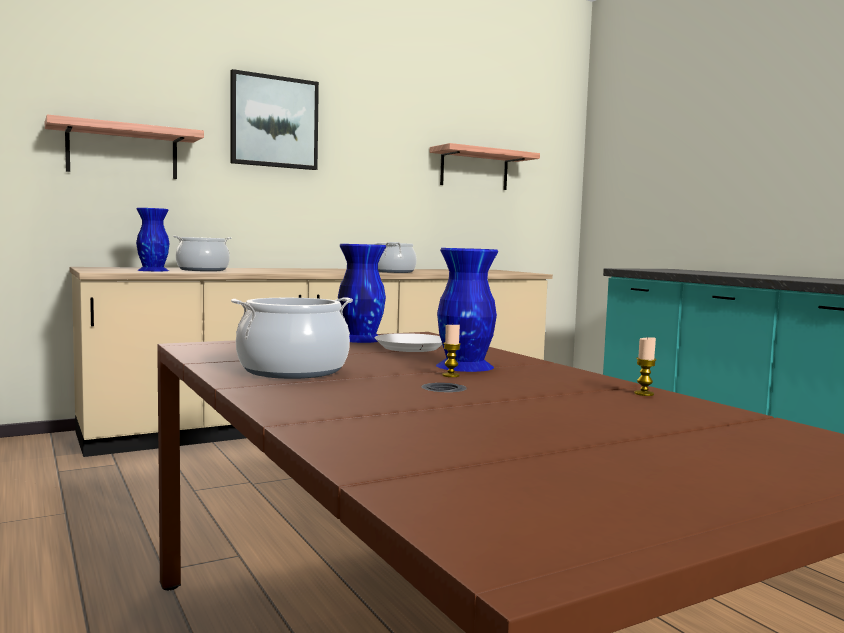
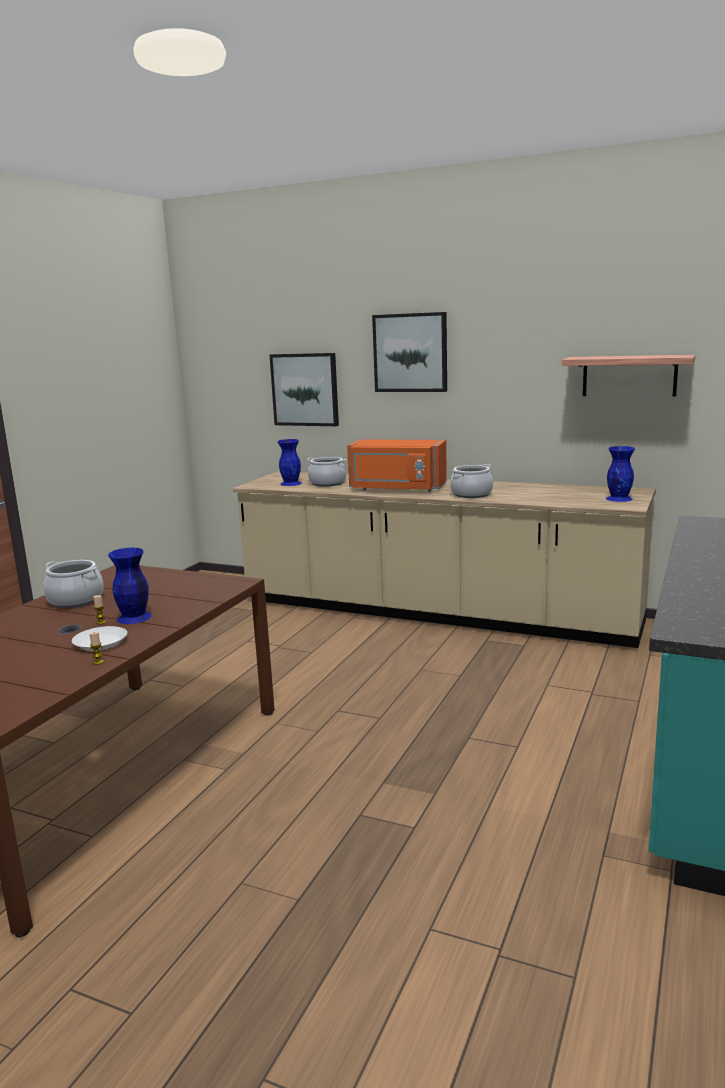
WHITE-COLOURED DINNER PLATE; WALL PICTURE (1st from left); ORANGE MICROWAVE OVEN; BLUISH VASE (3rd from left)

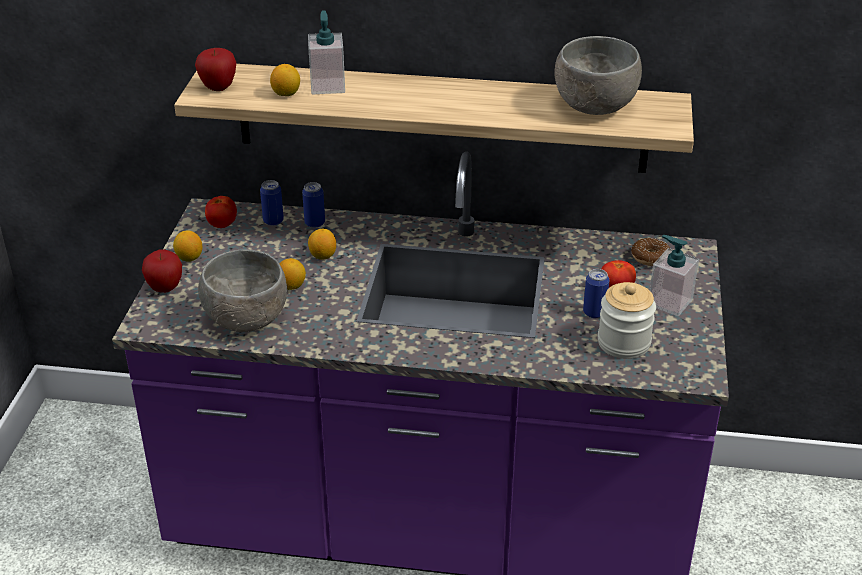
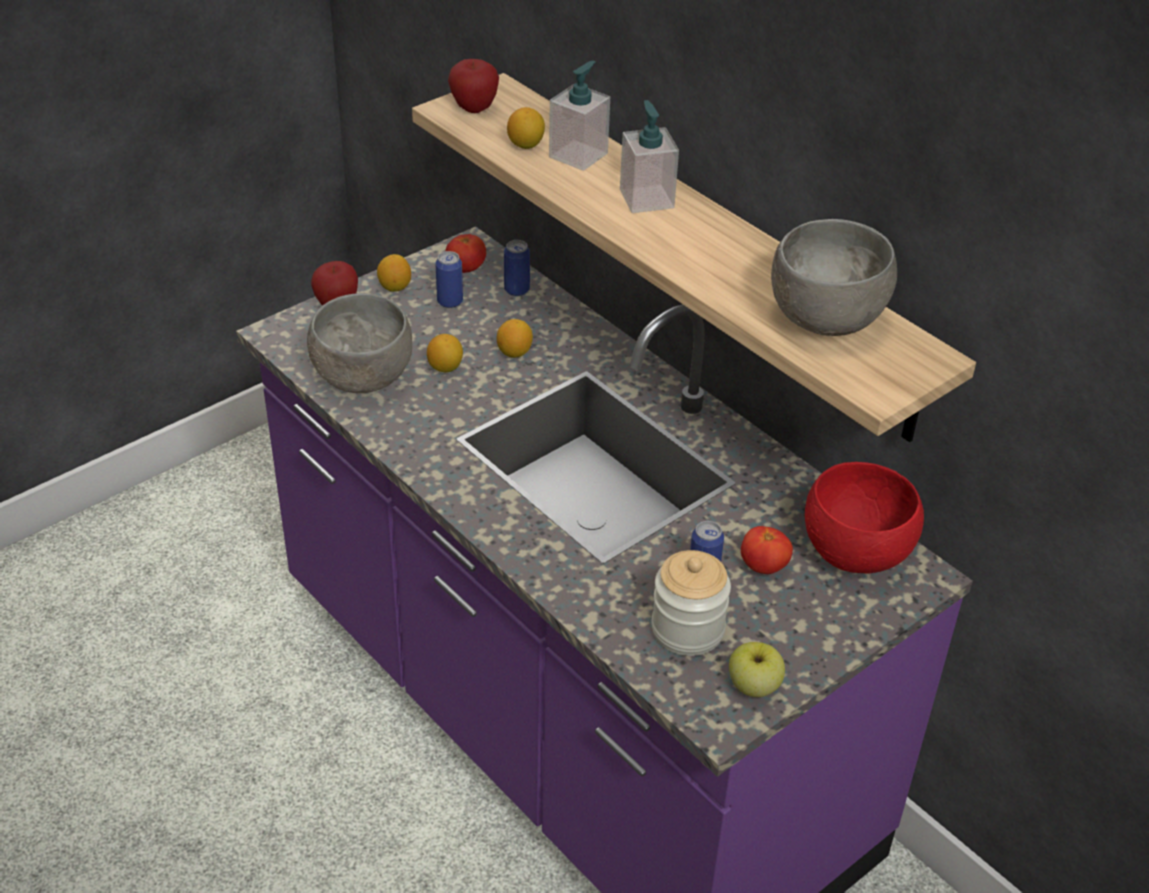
SEALED CAN (1st from left); SOAP BOTTLE (2nd from left); APPLE (3rd from left); RED-COLOURED DEEP DISH

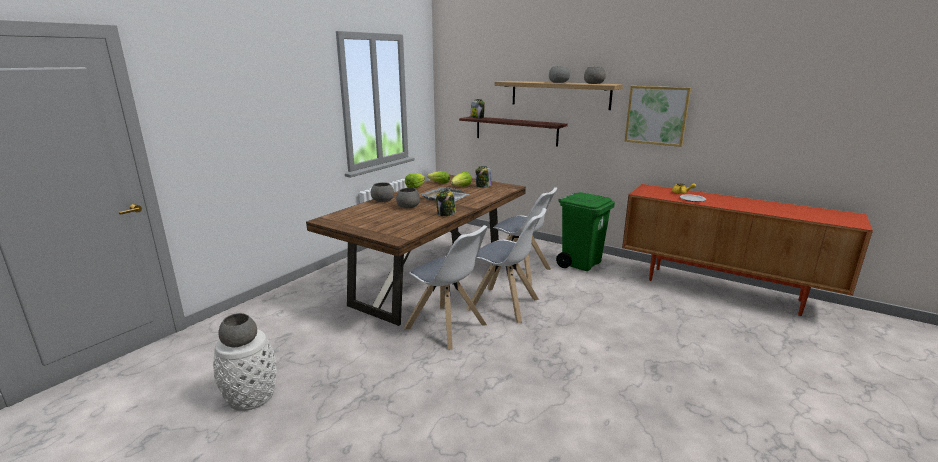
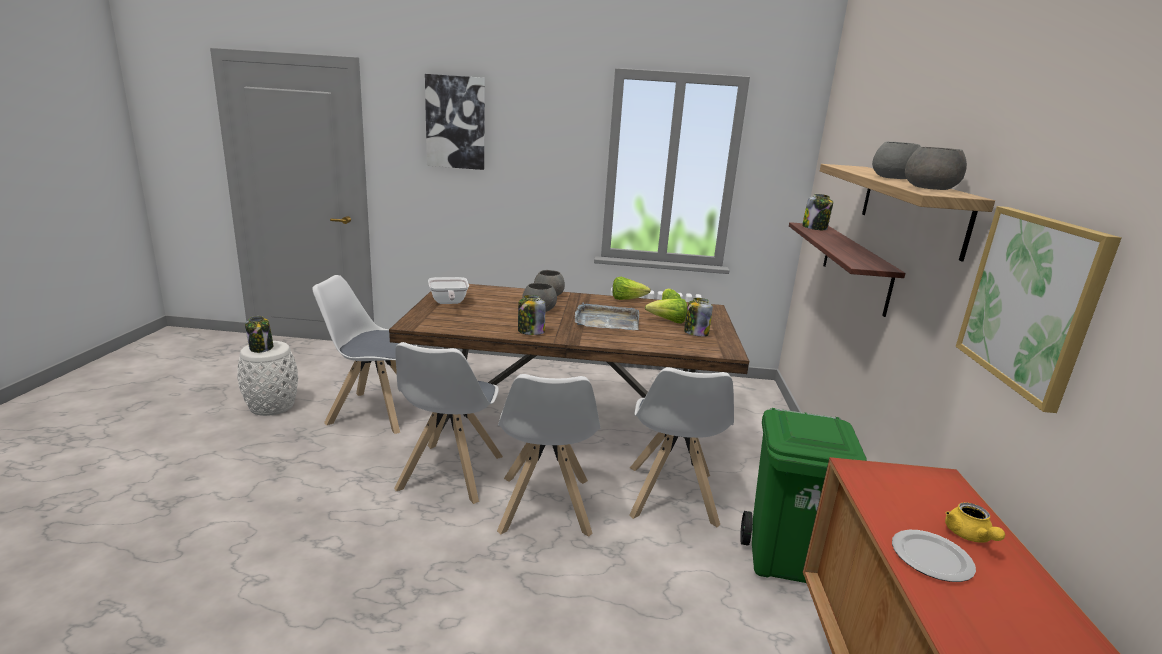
JAR (1st from left); PLAIN CHAIR (1st from left); WALL PICTURE (1st from left); SKILLET

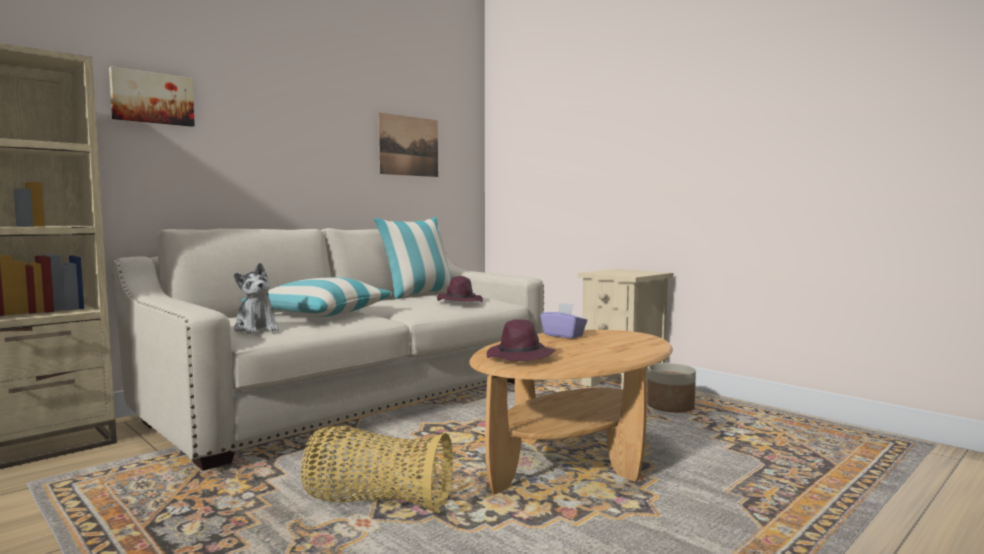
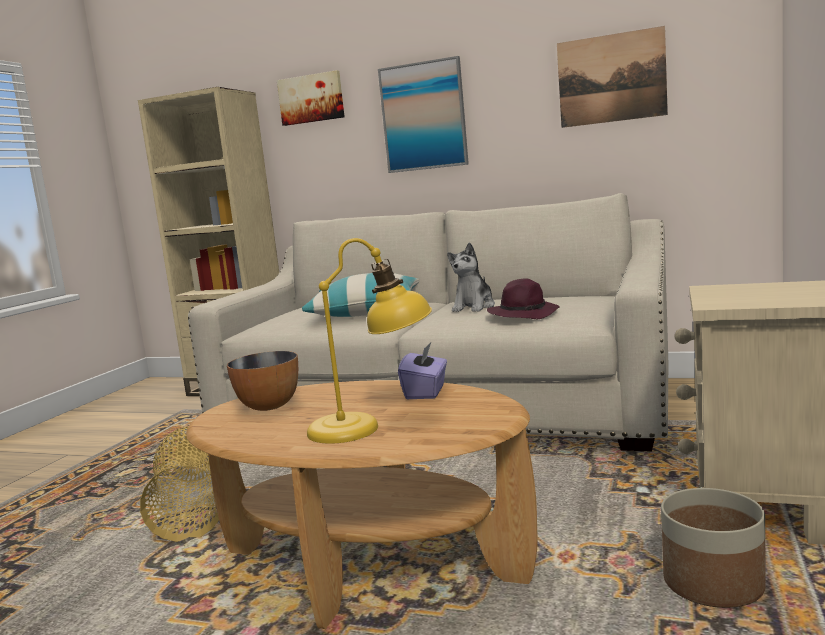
DEEP DISH; YELLOW-COLOURED TABLETOP LAMP; WALL PICTURE (2nd from left); PLUSH TOY; CUSHION (2nd from left in the first image)

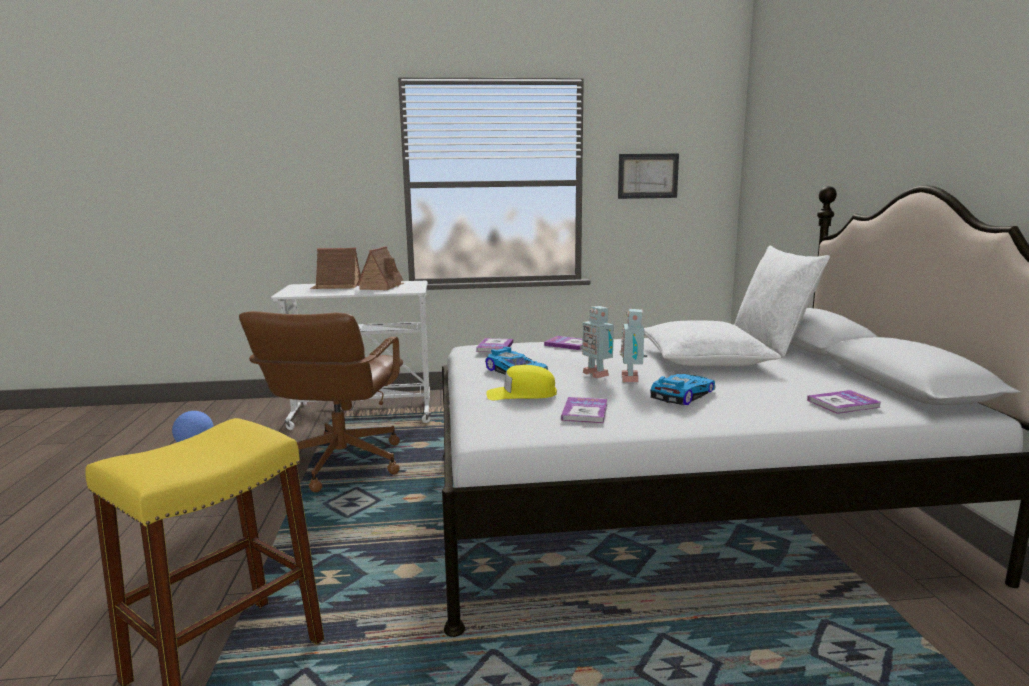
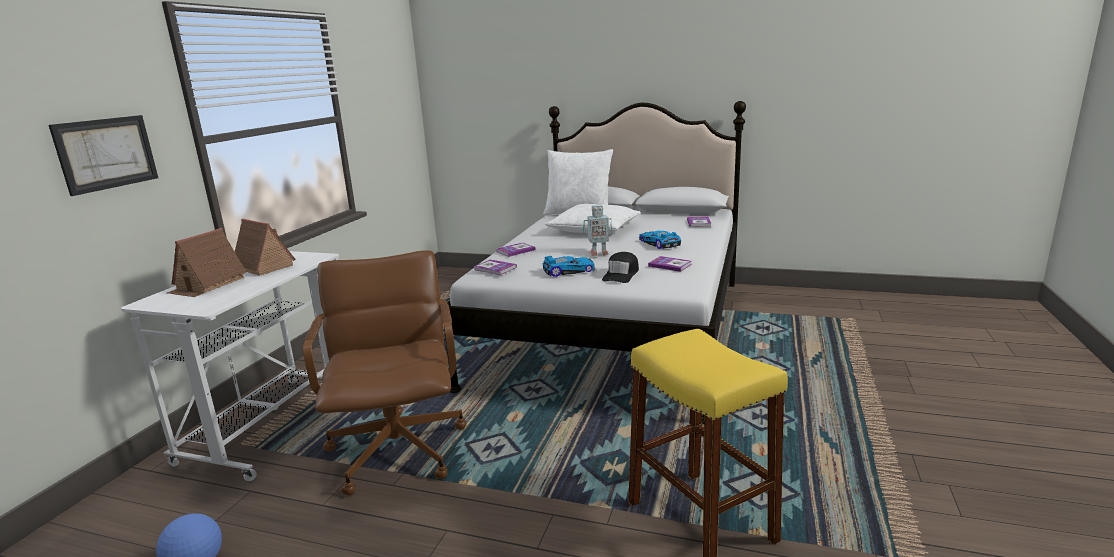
WALL PICTURE; BROWN OFFICE CHAIR; BLACK-COLOURED BASEBALL CAP; MODEL ROBOT (2nd from left in the first image)

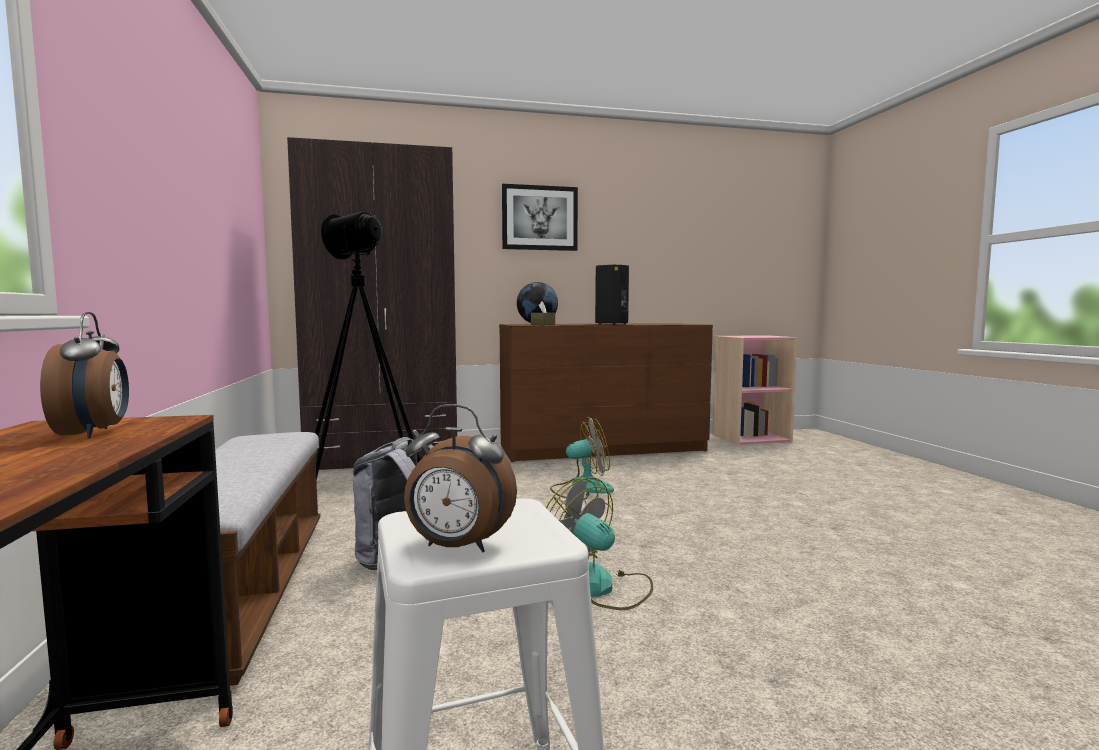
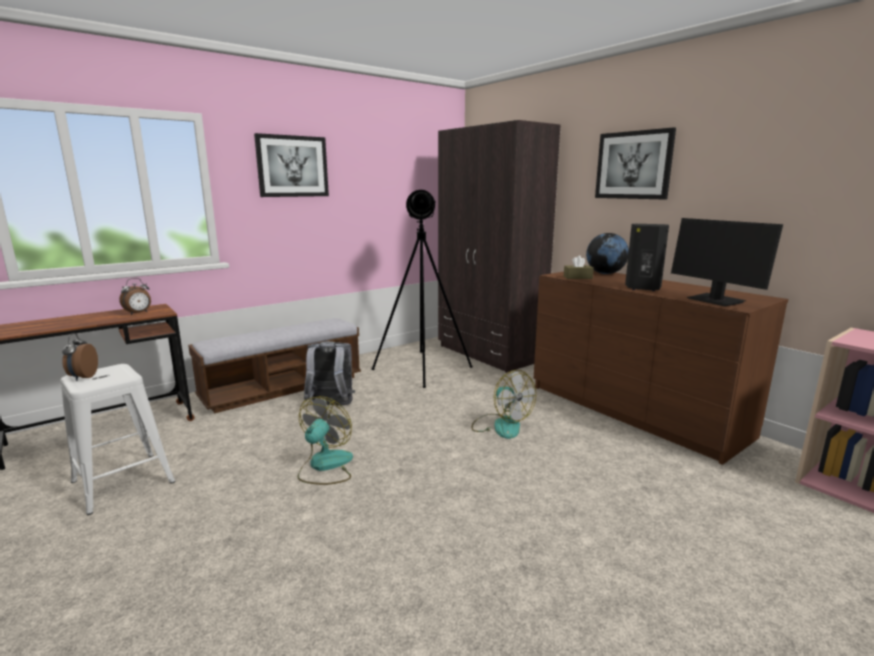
WALL PICTURE (1st from left); COMPUTER SCREEN

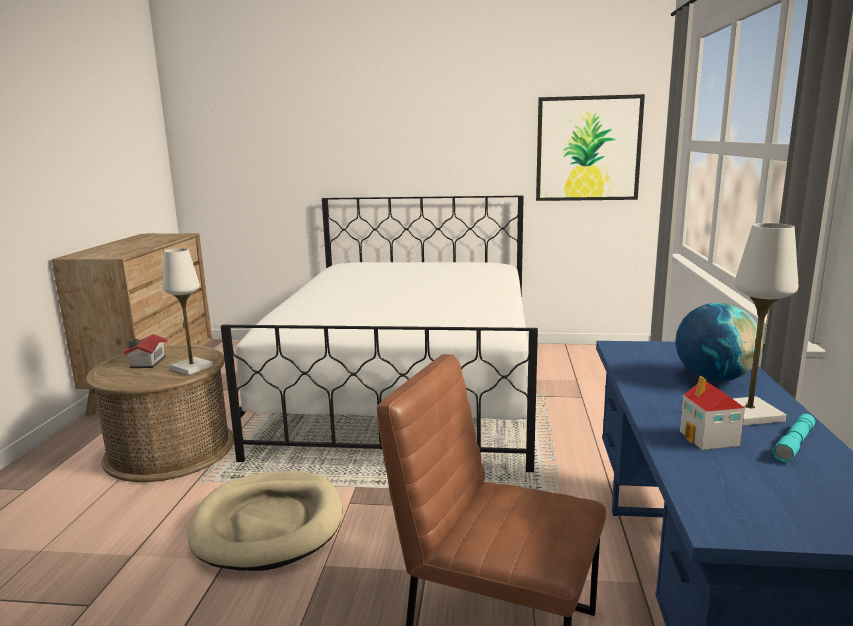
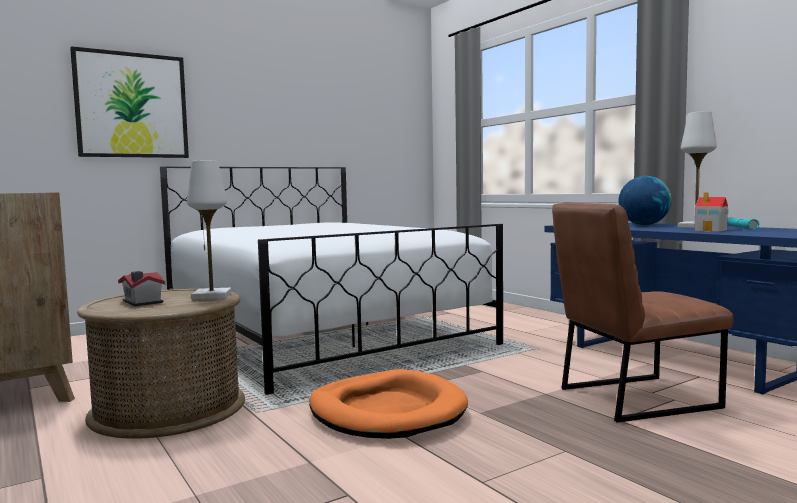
WALL PICTURE; ORANGE DOG BED

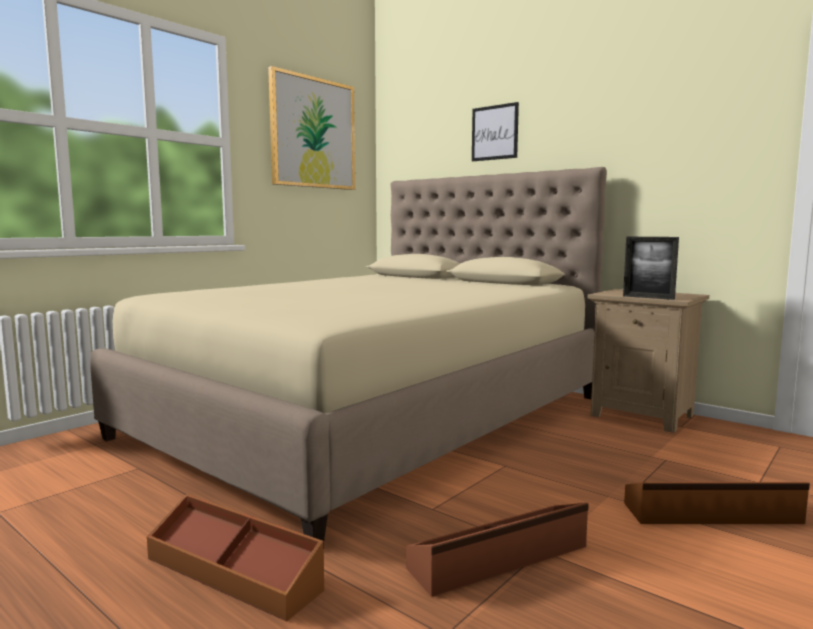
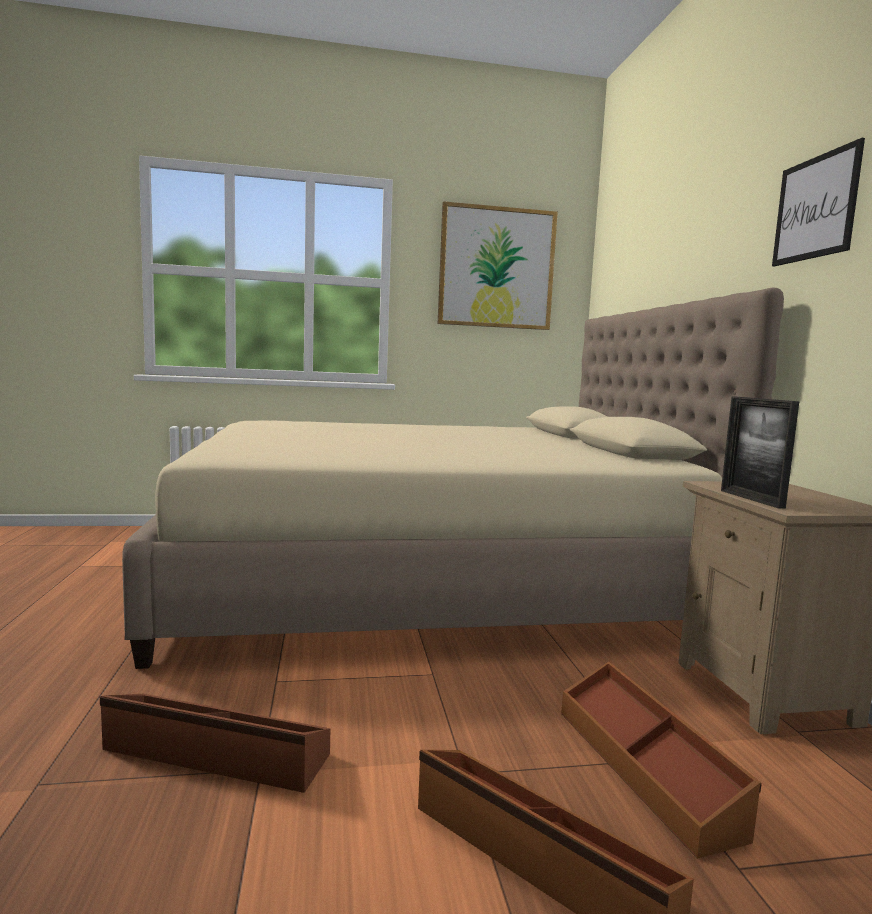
BROWN STORAGE BIN (3rd from left); WALL PICTURE (2nd from left)

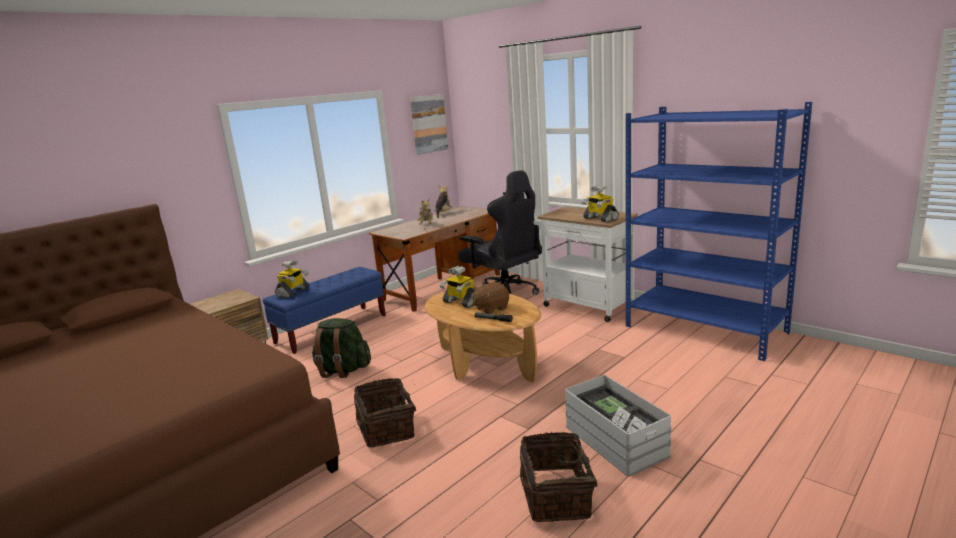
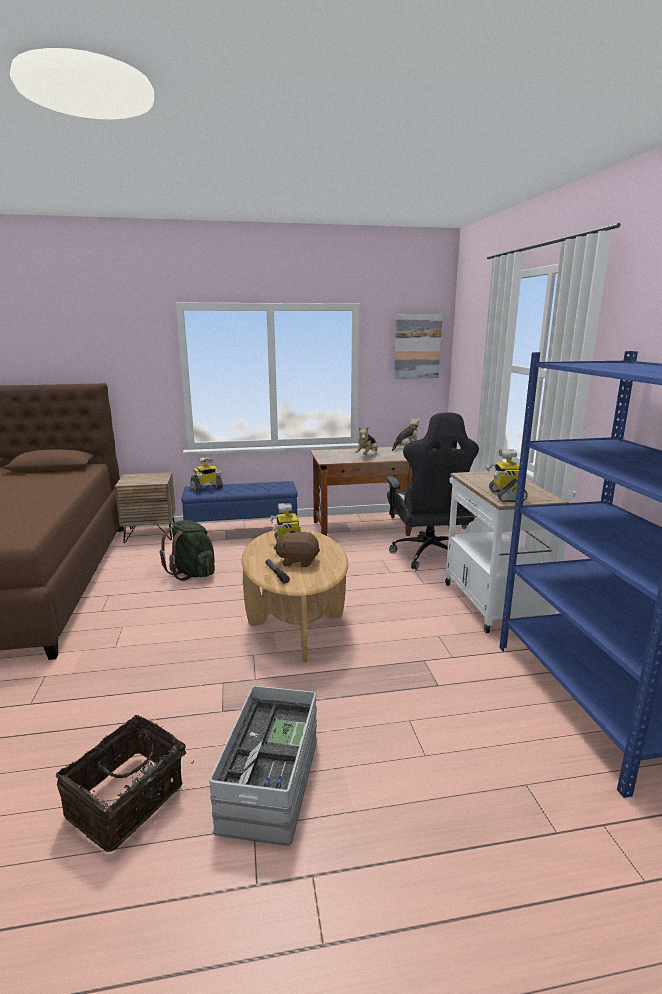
STORAGE BASKET (1st from left in the first image)

